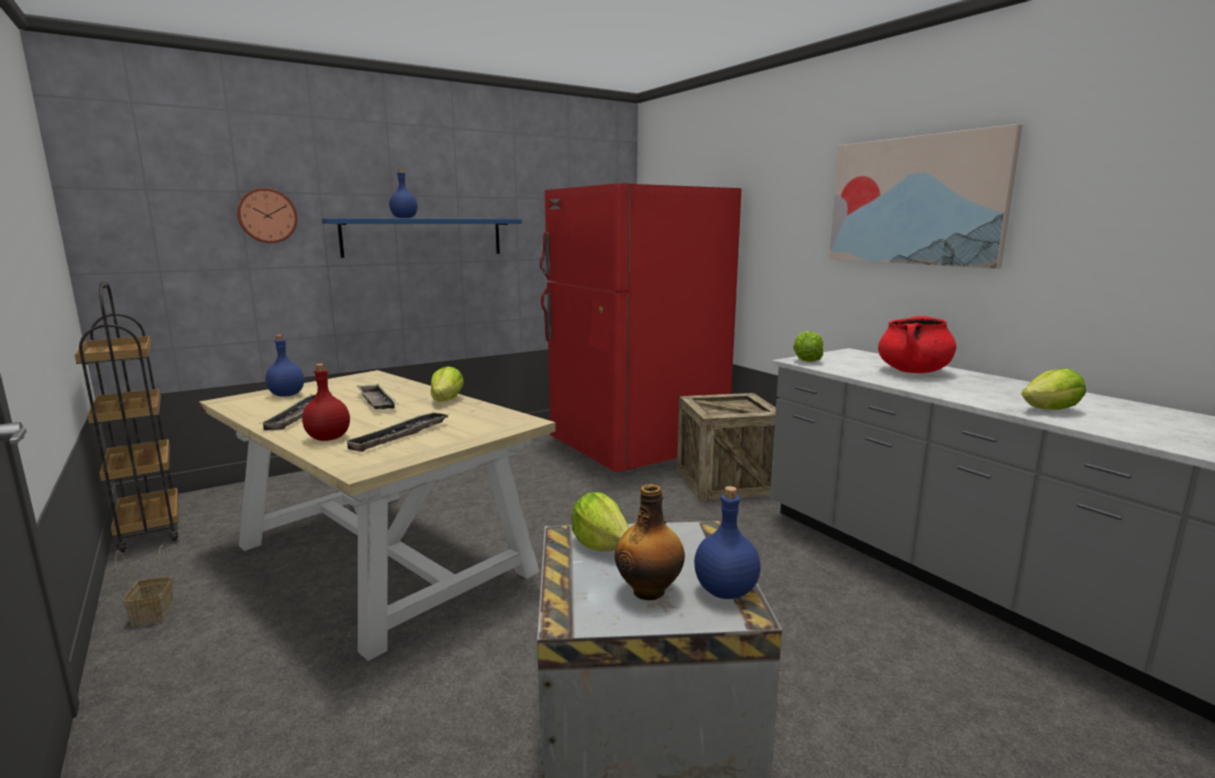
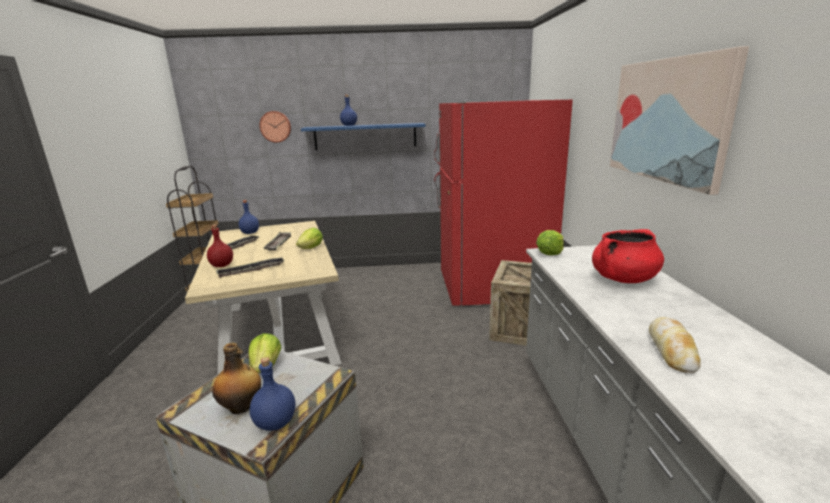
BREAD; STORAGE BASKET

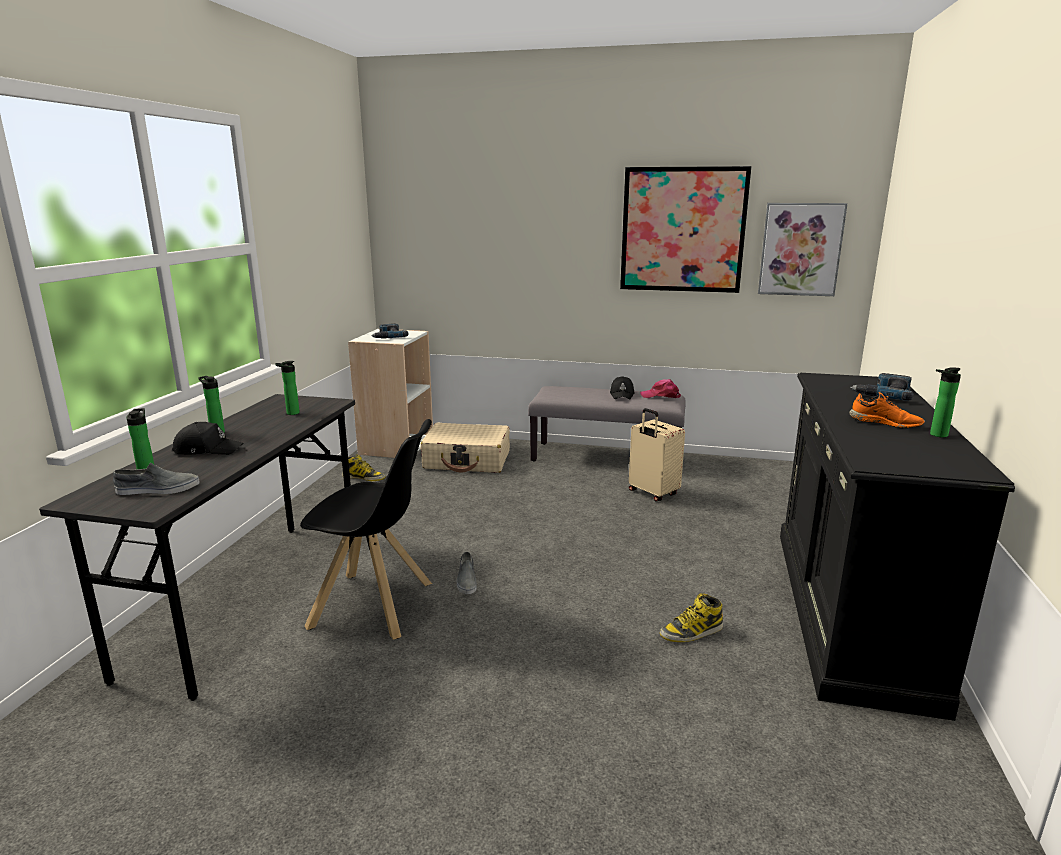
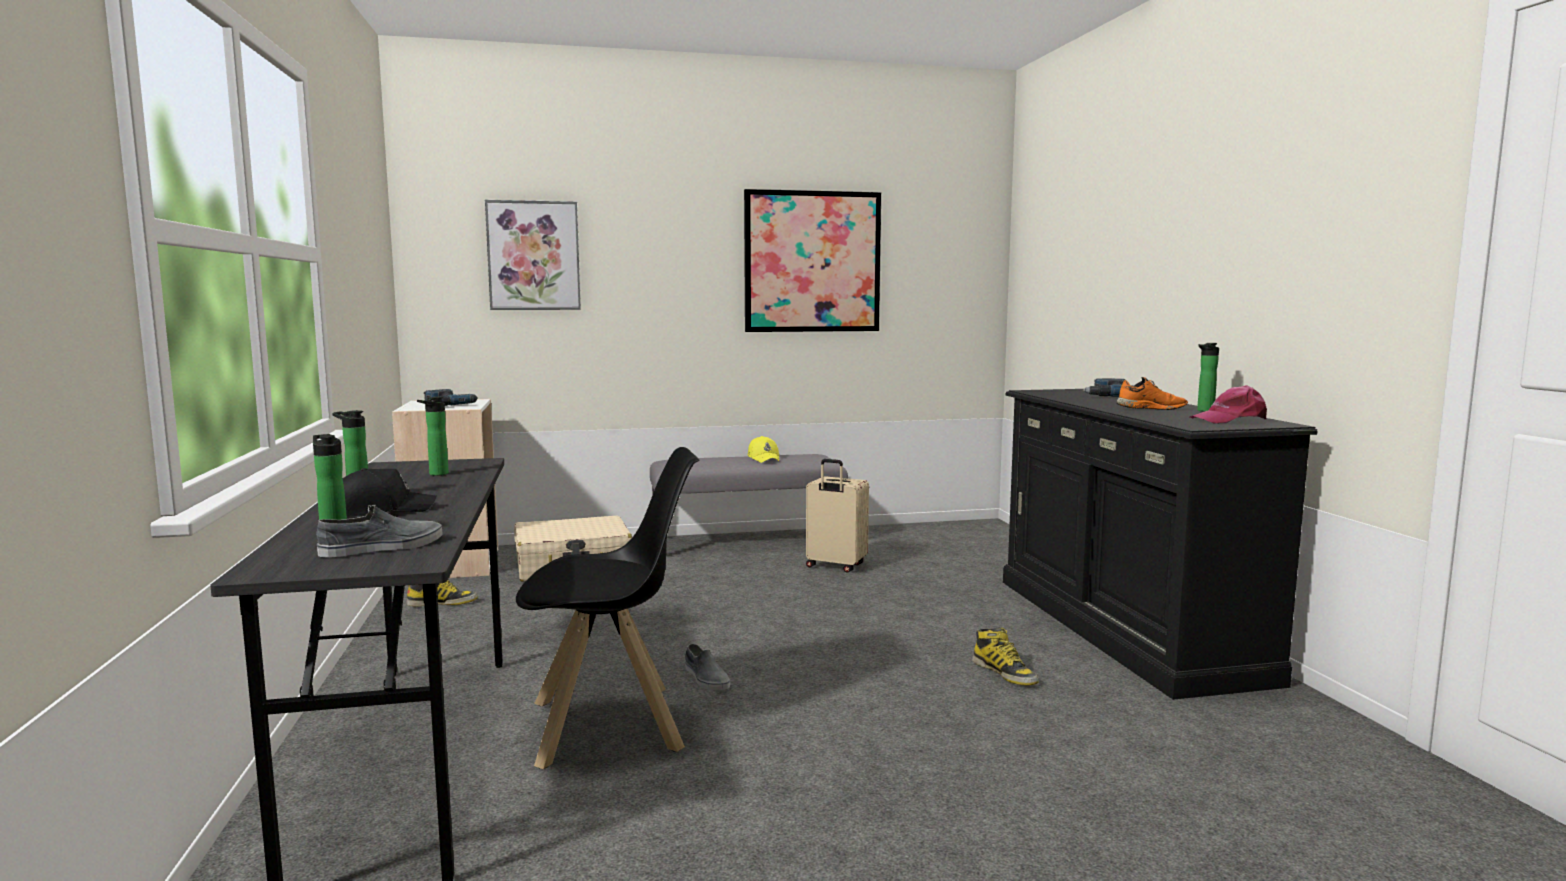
WALL PICTURE (1st from left); YELLOW-COLOURED BASEBALL CAP; TALL BOOT (2nd from left); PINK-COLOURED BASEBALL CAP

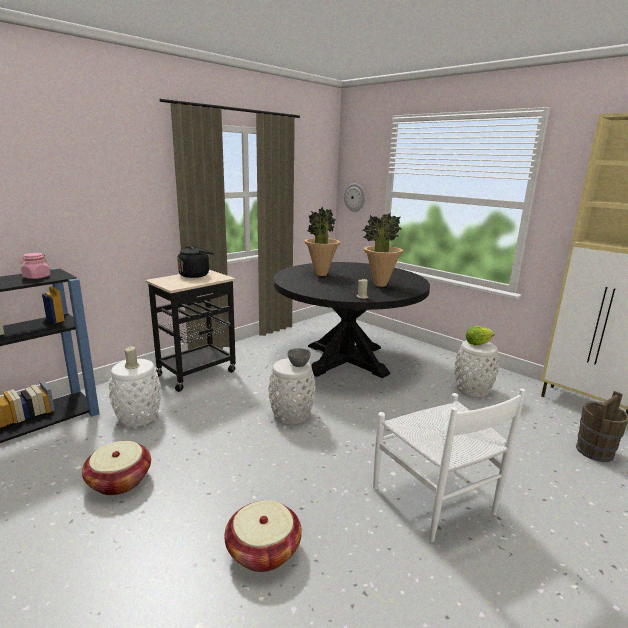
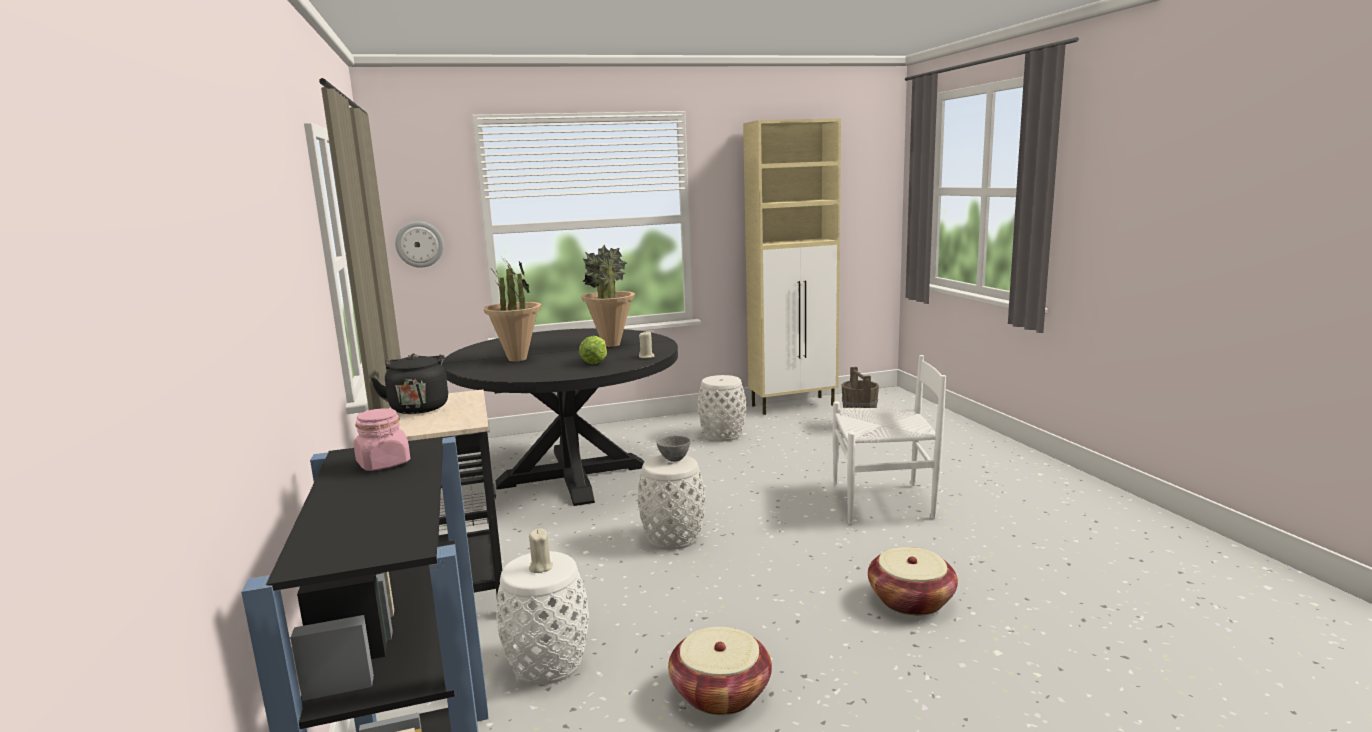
LETTUCE HEAD

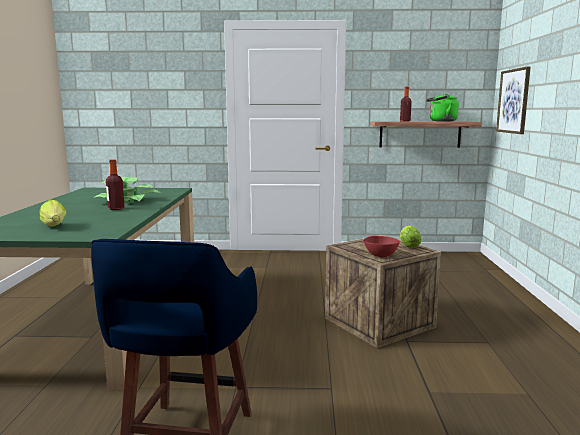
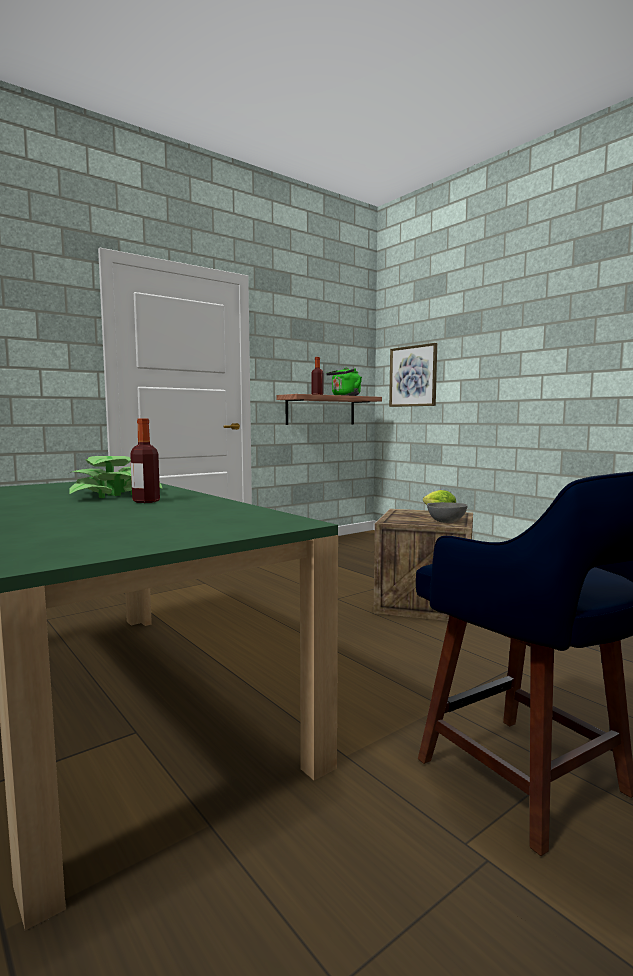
GREY DEEP DISH; LETTUCE HEAD (1st from left in the first image)

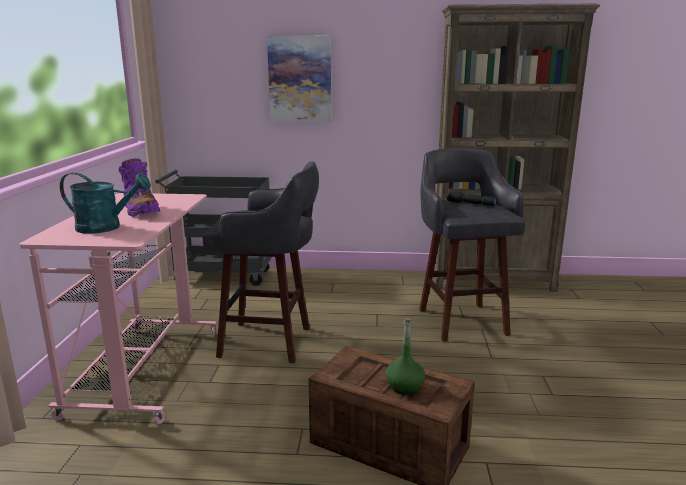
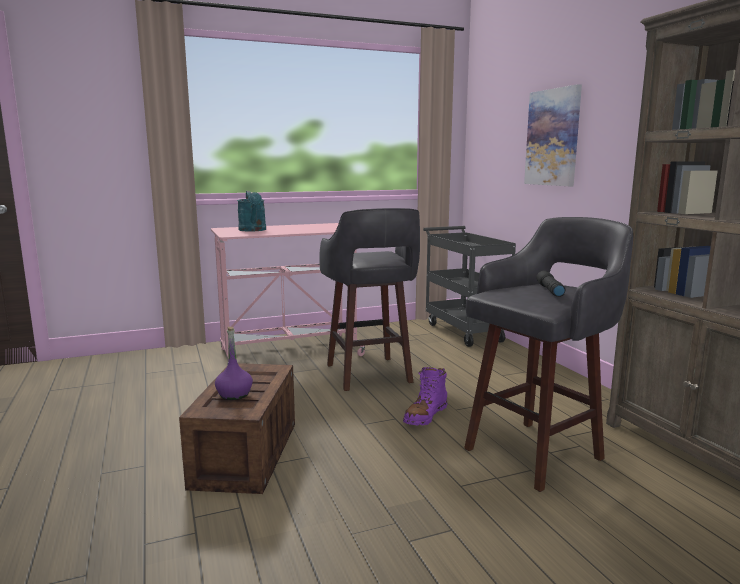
PURPLE BEVERAGE BOTTLE; PURPLE TALL BOOT

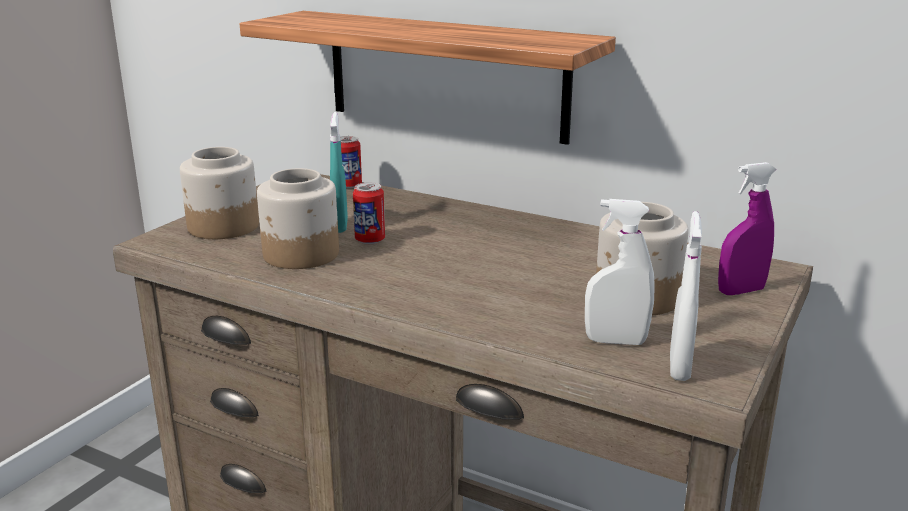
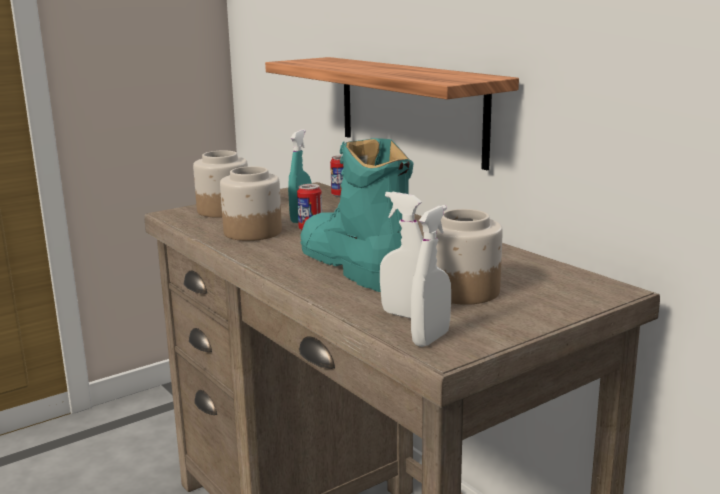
TURQUOISE TALL BOOT; PURPLE HAND SPRAYER

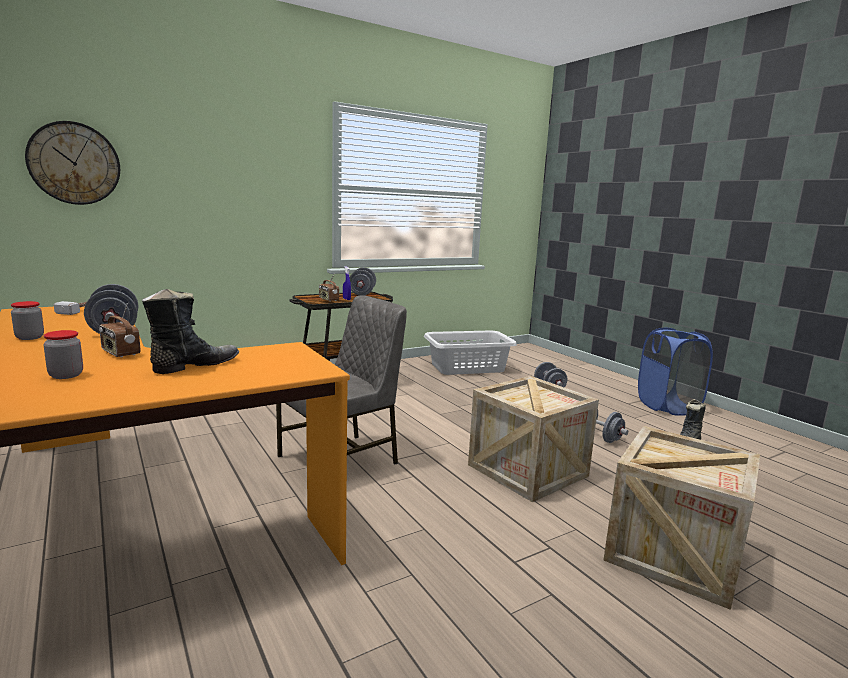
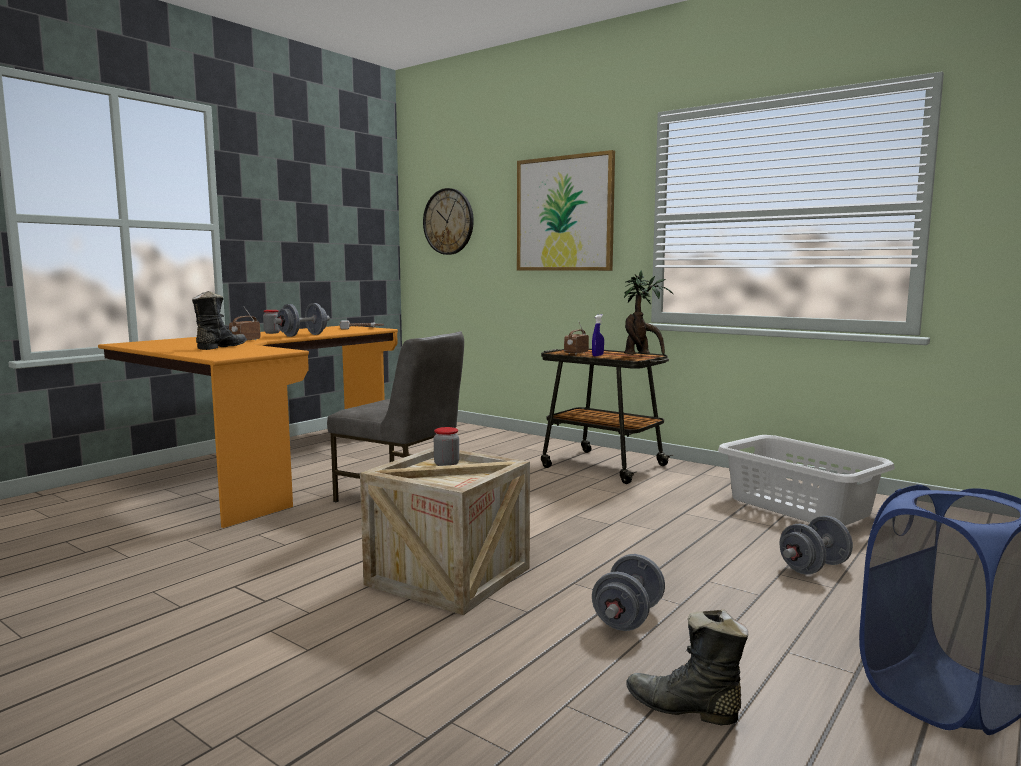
BLACK-COLOURED TALL BOOT (1st from left); JAR (2nd from left); WALL PICTURE; PLANT IN A POT; PACKING CRATE (2nd from left in the first image)

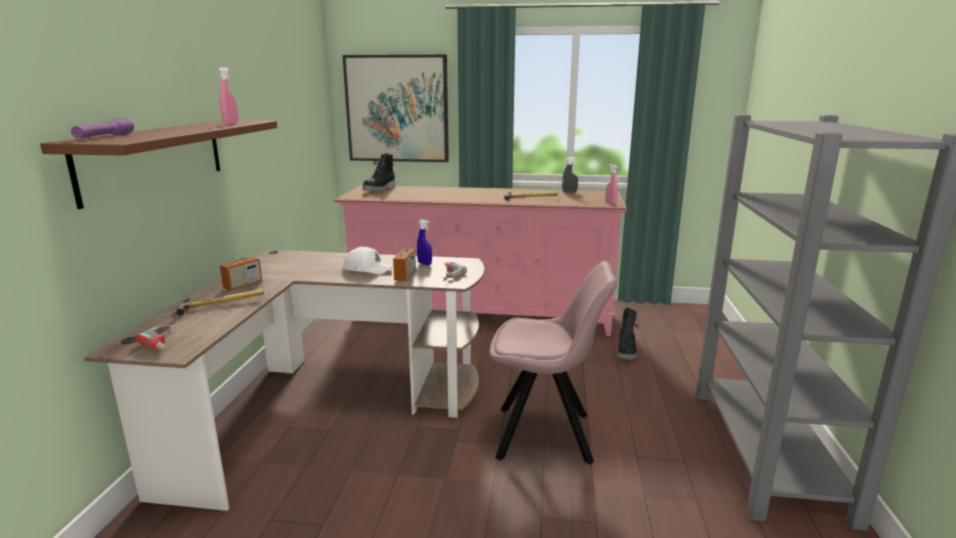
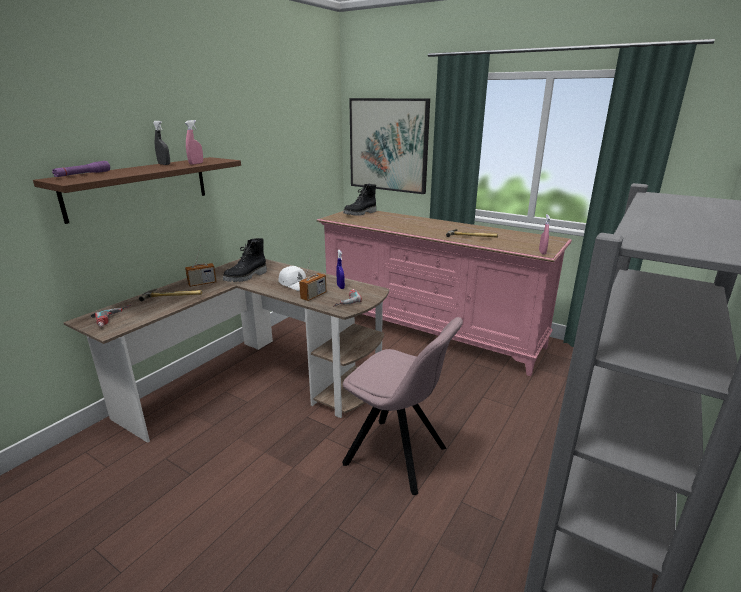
GREY HAND SPRAYER; BLACK-COLOURED TALL BOOT (1st from left)

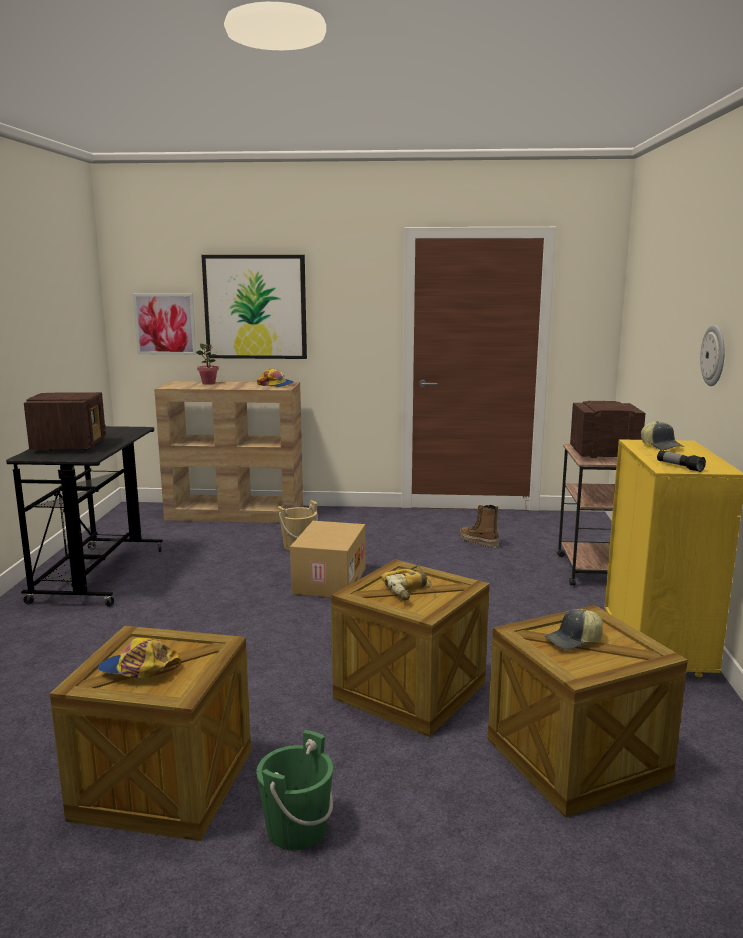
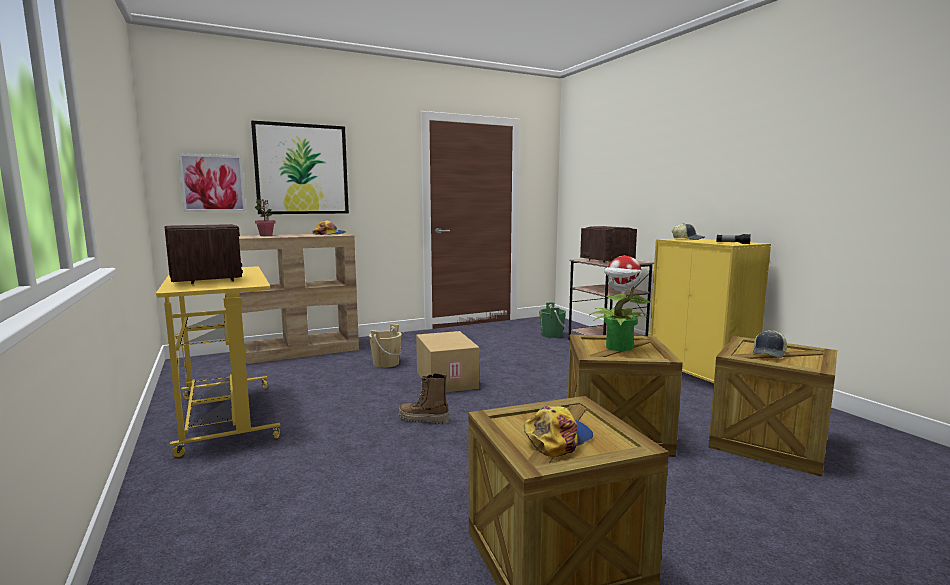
YELLOW-COLOURED DESK UNIT; TALL BOOT; BASEBALL CAP (2nd from left); GREEN PAIL; PLANT IN A POT (2nd from left); CLOCK ON THE WALL

